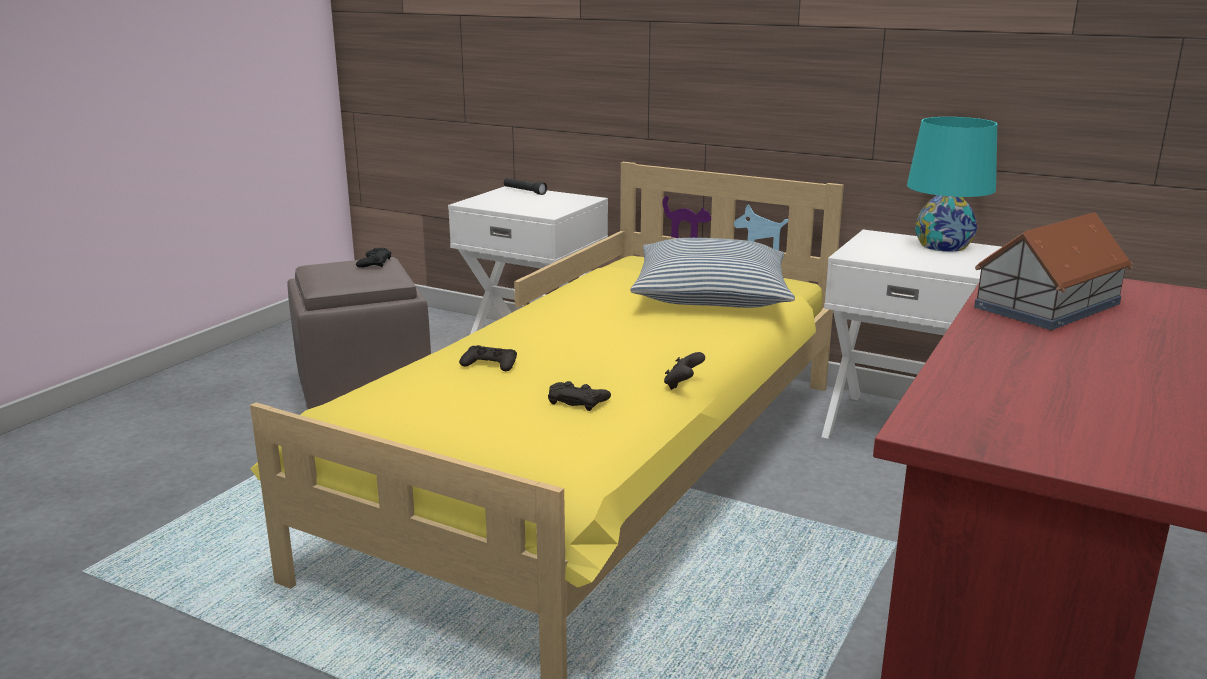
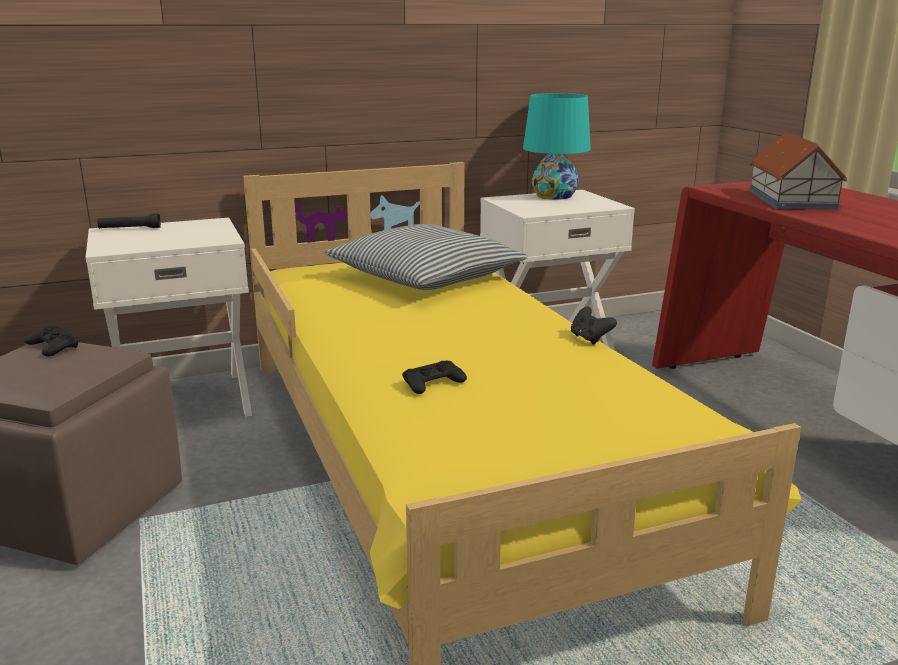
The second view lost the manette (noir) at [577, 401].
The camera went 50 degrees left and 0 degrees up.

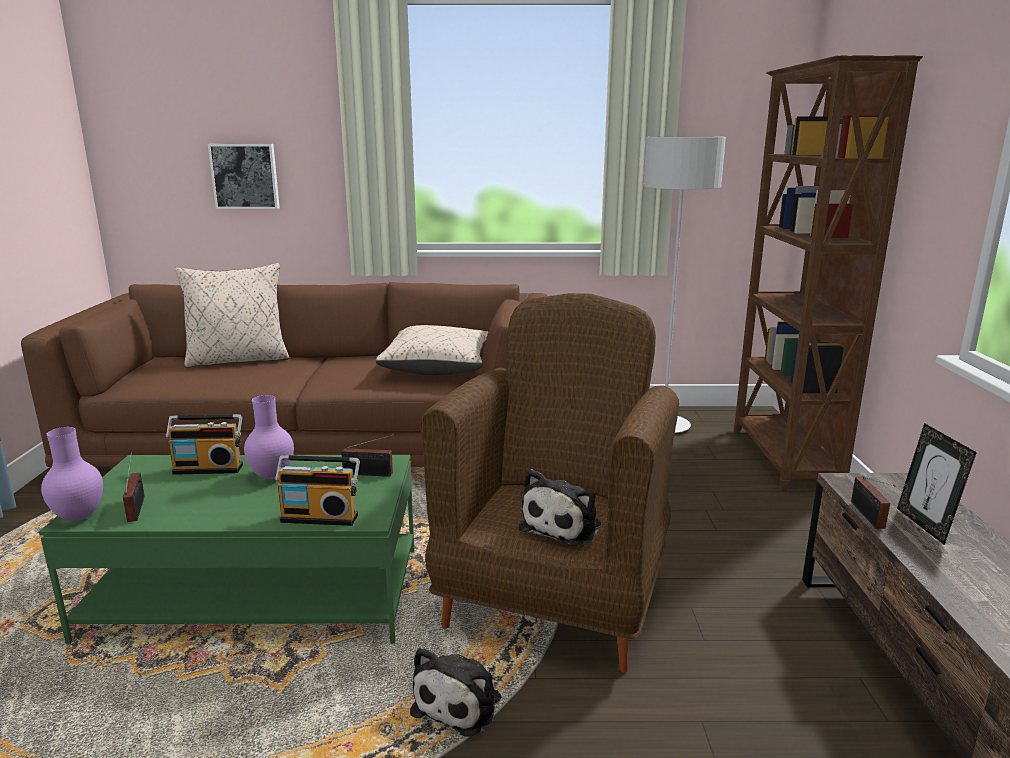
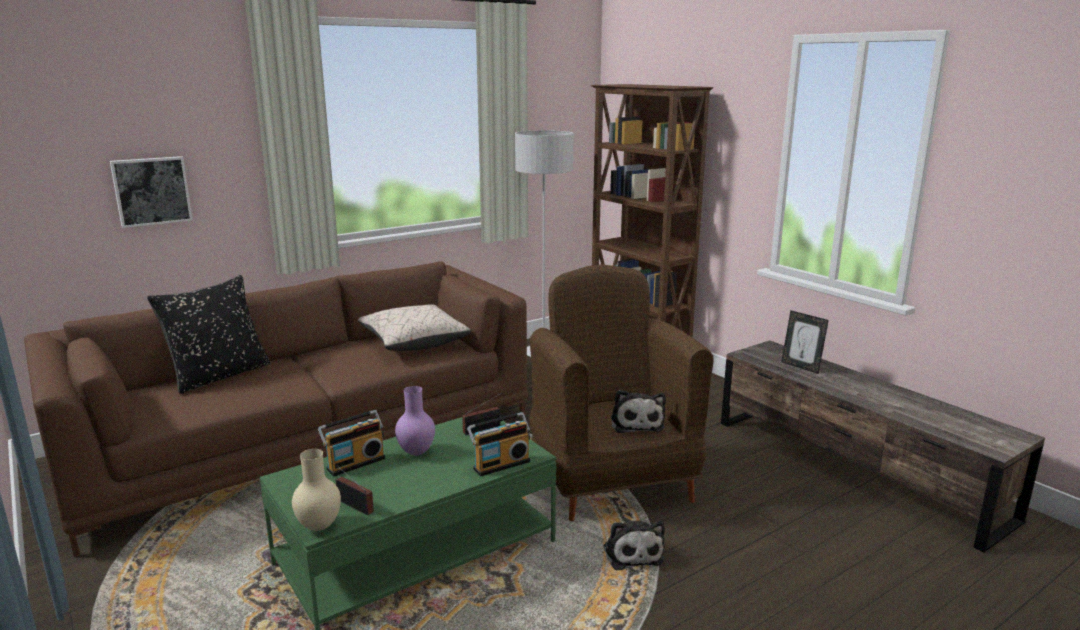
What was the coussin (beige) at [238, 360] turned into the coussin (noir) at [219, 375].
What was the vase (violet) at [78, 516] turned into the vase (beige) at [318, 526].
The second view lost the radio at [868, 516].
The camera went 35 degrees left and 0 degrees up.

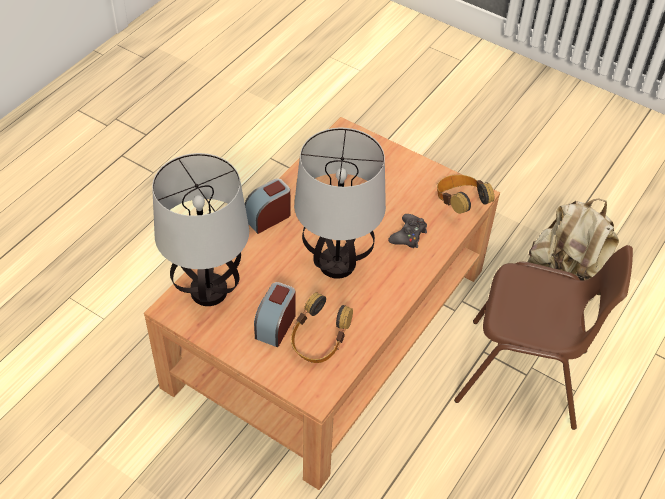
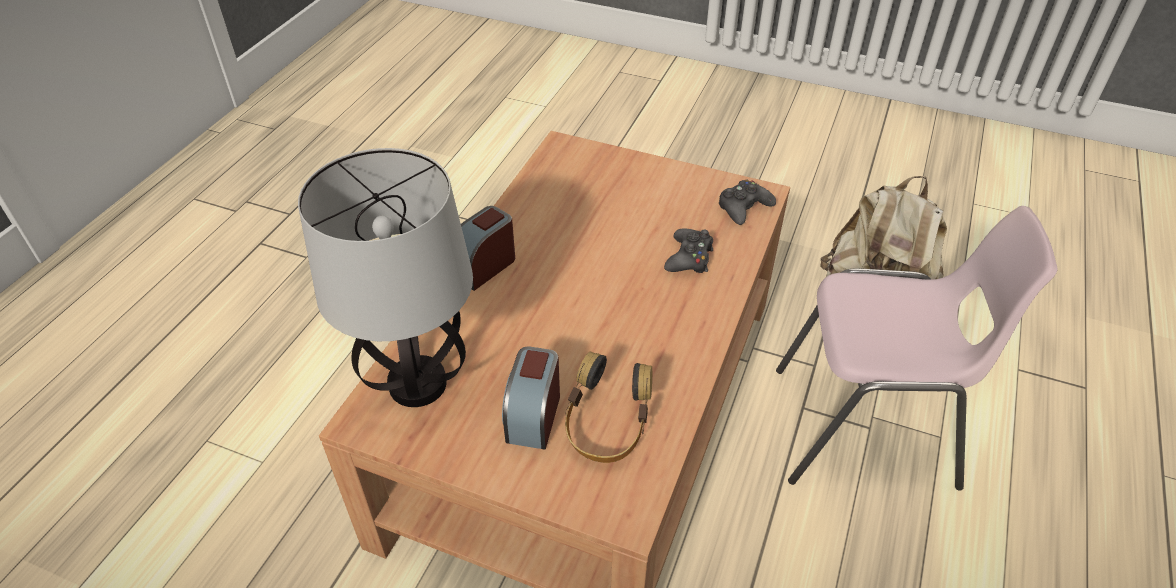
Where the casque audio stood at [460, 203], the manette (noir) came to stand at [743, 208].
What was the chaise (marron) at [523, 376] turned into the chaise (rose) at [866, 430].
The second view lost the lampe de table at [336, 265].
The camera went 10 degrees left and 5 degrees down.

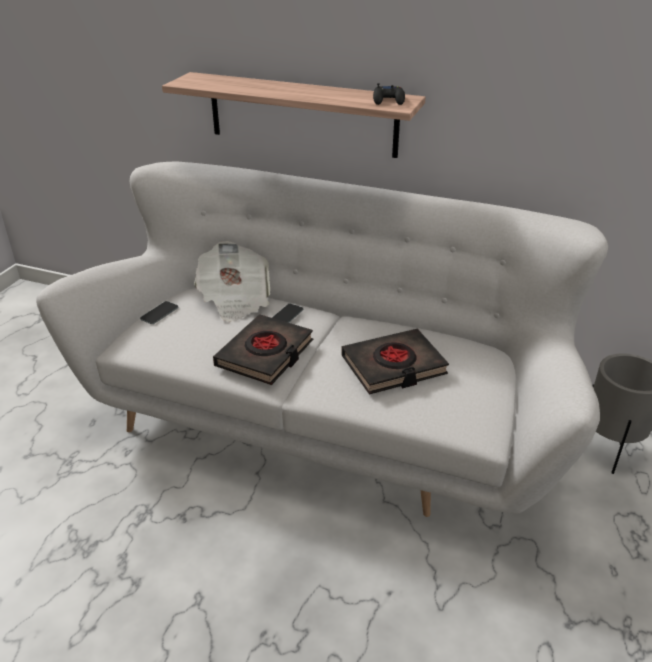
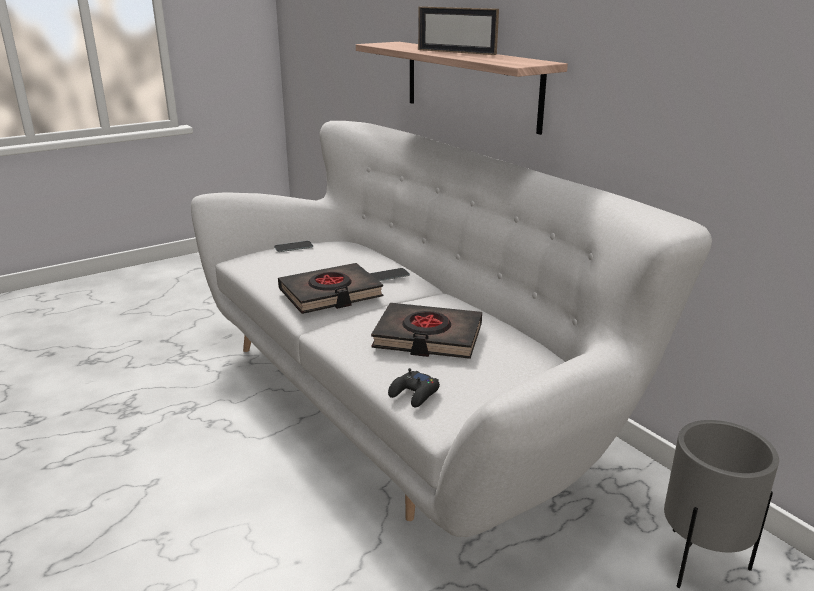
The manette (noir) ended up elsewhere, having gone from [388, 100] to [414, 394].
The second view gained the cadre photo at [456, 52].
The second view lost the journal at [234, 299].
The camera went 35 degrees right and 10 degrees down.

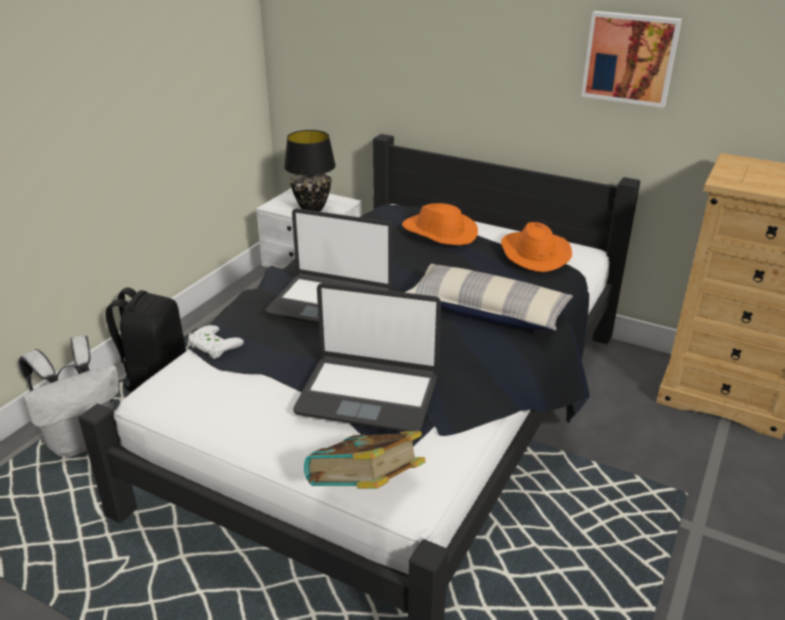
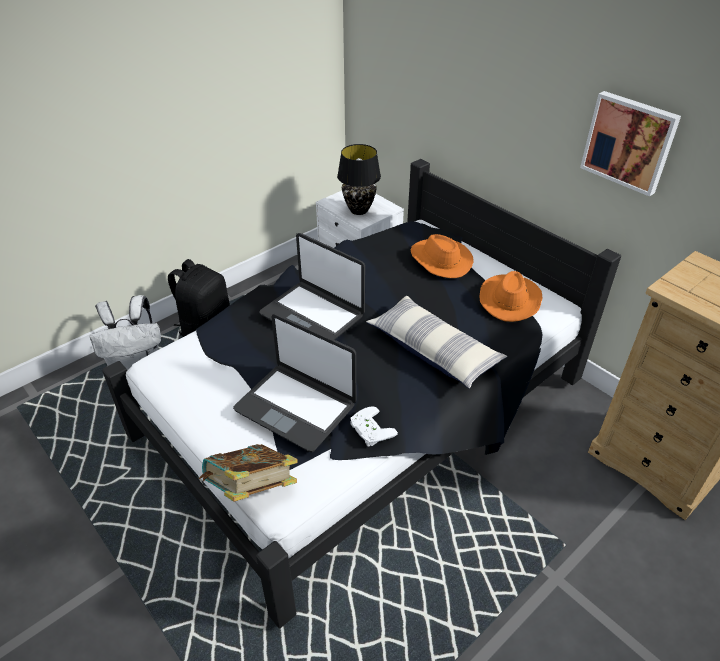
The manette (blanc) ended up elsewhere, having gone from [212, 346] to [369, 430].
The camera went 20 degrees right and 10 degrees up.

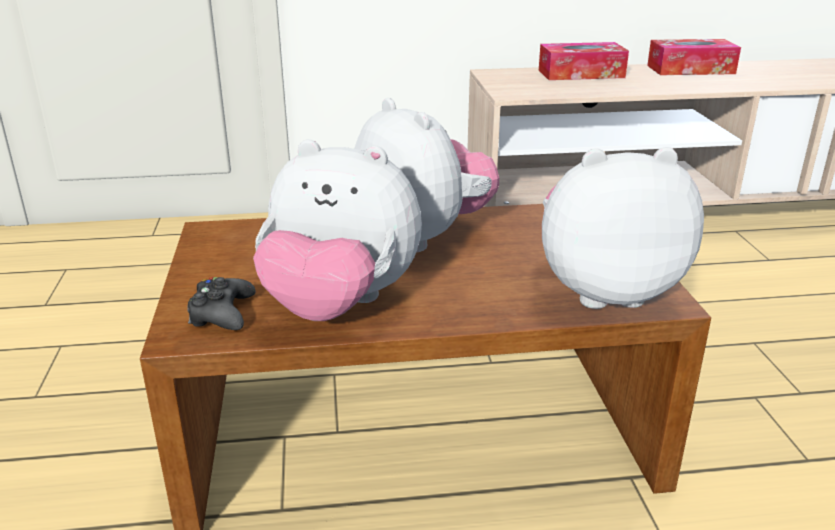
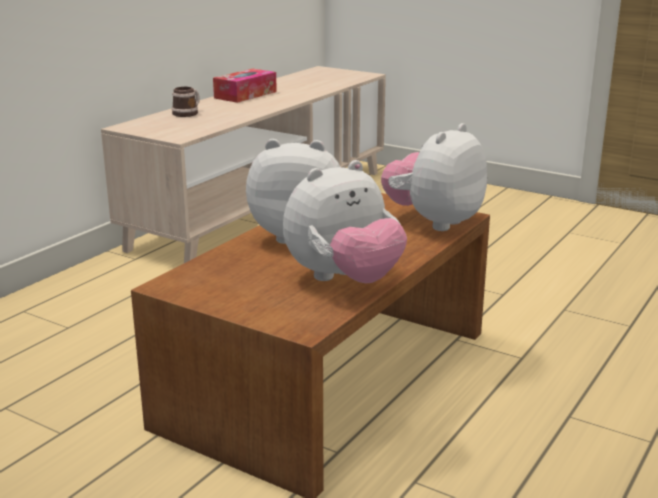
Where the boîte à mouchoirs stood at [581, 74], the mug came to stand at [188, 113].
The second view lost the manette (noir) at [222, 313].
The camera went 50 degrees left and 5 degrees down.

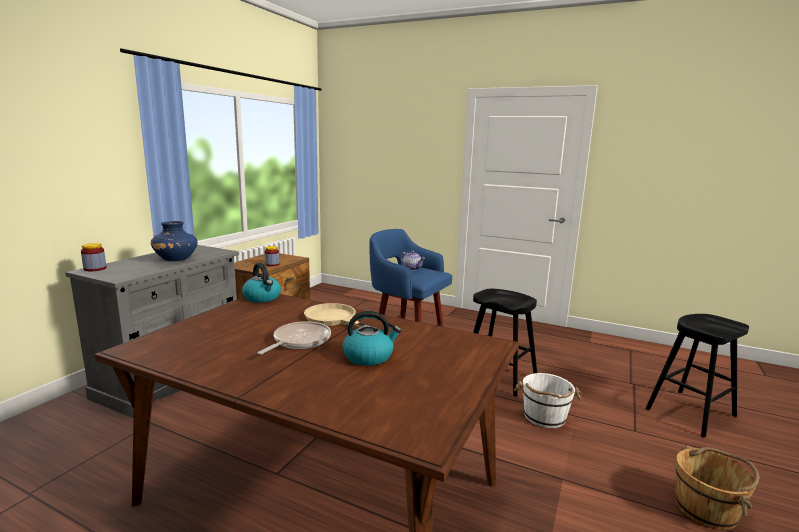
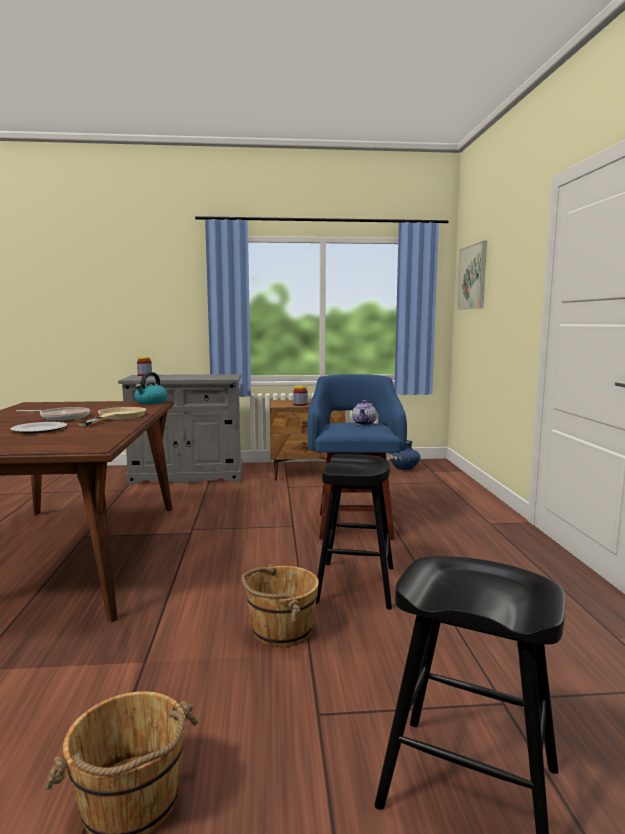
Where the bouilloire stood at [369, 356], the assiette came to stand at [40, 429].
What was the seau (blanc) at [544, 417] turned into the seau (marron) at [280, 630].
The vase (bleu) ended up elsewhere, having gone from [176, 260] to [404, 469].
The second view gained the tableau at [472, 277].
The camera went 60 degrees right and 5 degrees down.

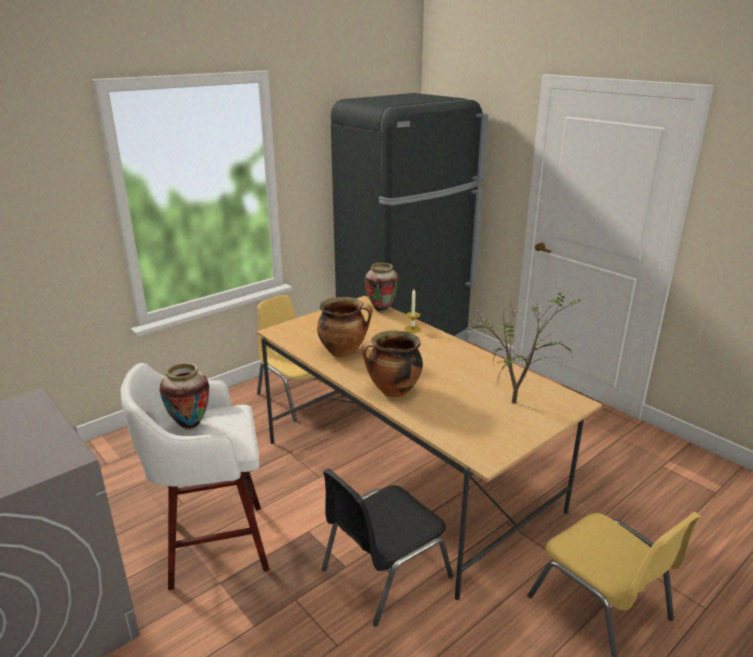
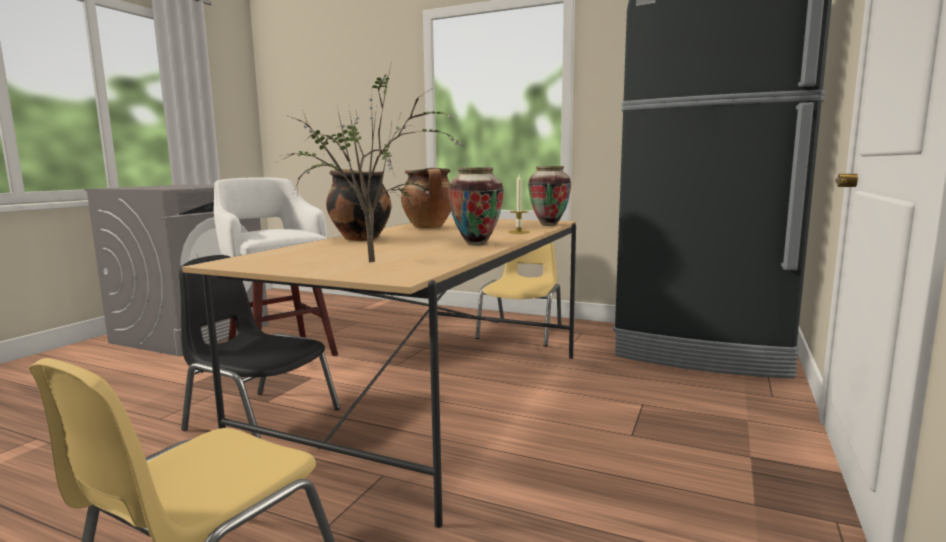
The vase ended up elsewhere, having gone from [190, 425] to [476, 244].
The camera went 65 degrees right and 15 degrees down.

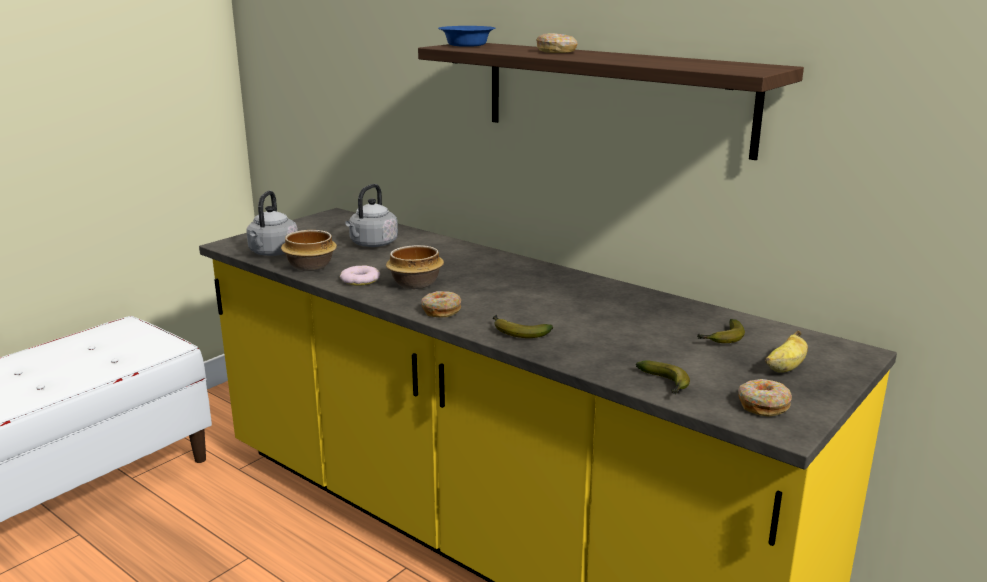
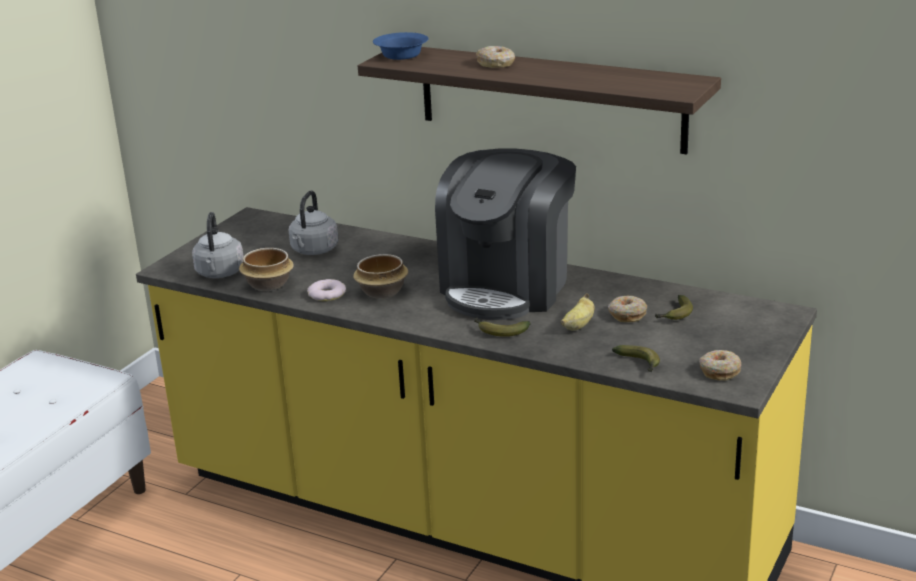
The second view gained the machine à café at [507, 286].
The banane ended up elsewhere, having gone from [785, 368] to [578, 325].
The beignet ended up elsewhere, having gone from [441, 310] to [626, 315].
The camera went 10 degrees left and 5 degrees up.

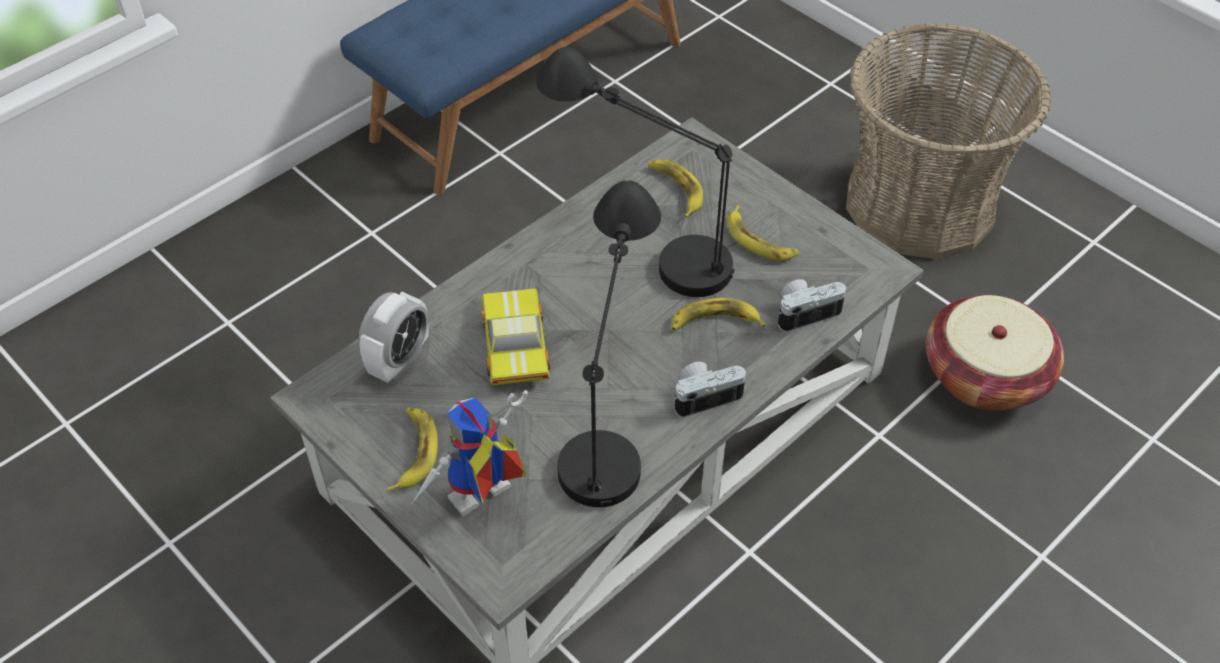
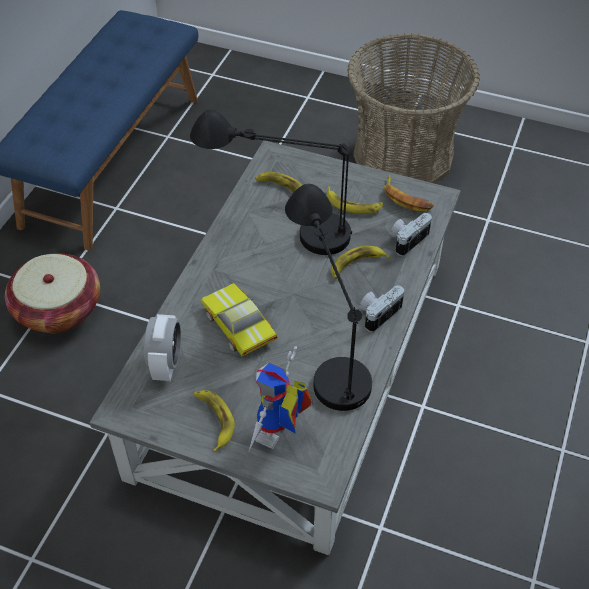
The panier ended up elsewhere, having gone from [985, 376] to [58, 309].
The second view gained the banane at [406, 198].
The camera went 25 degrees left and 0 degrees up.

